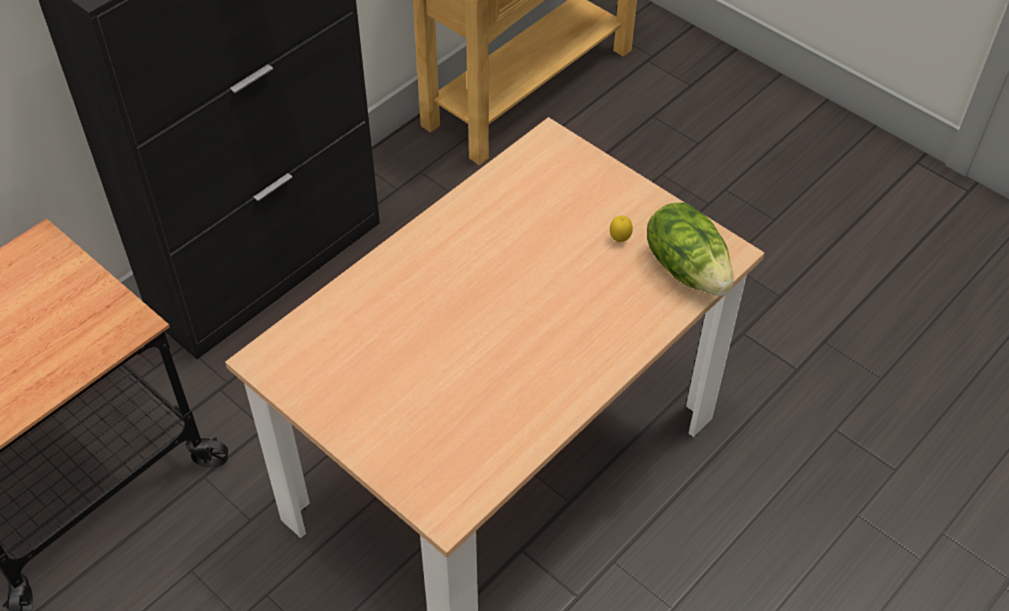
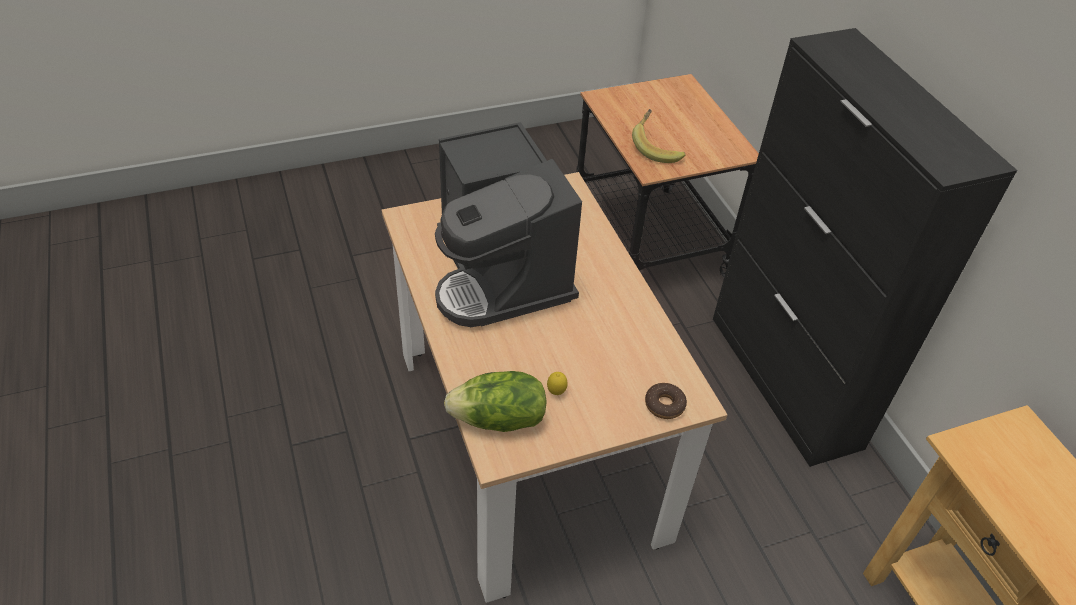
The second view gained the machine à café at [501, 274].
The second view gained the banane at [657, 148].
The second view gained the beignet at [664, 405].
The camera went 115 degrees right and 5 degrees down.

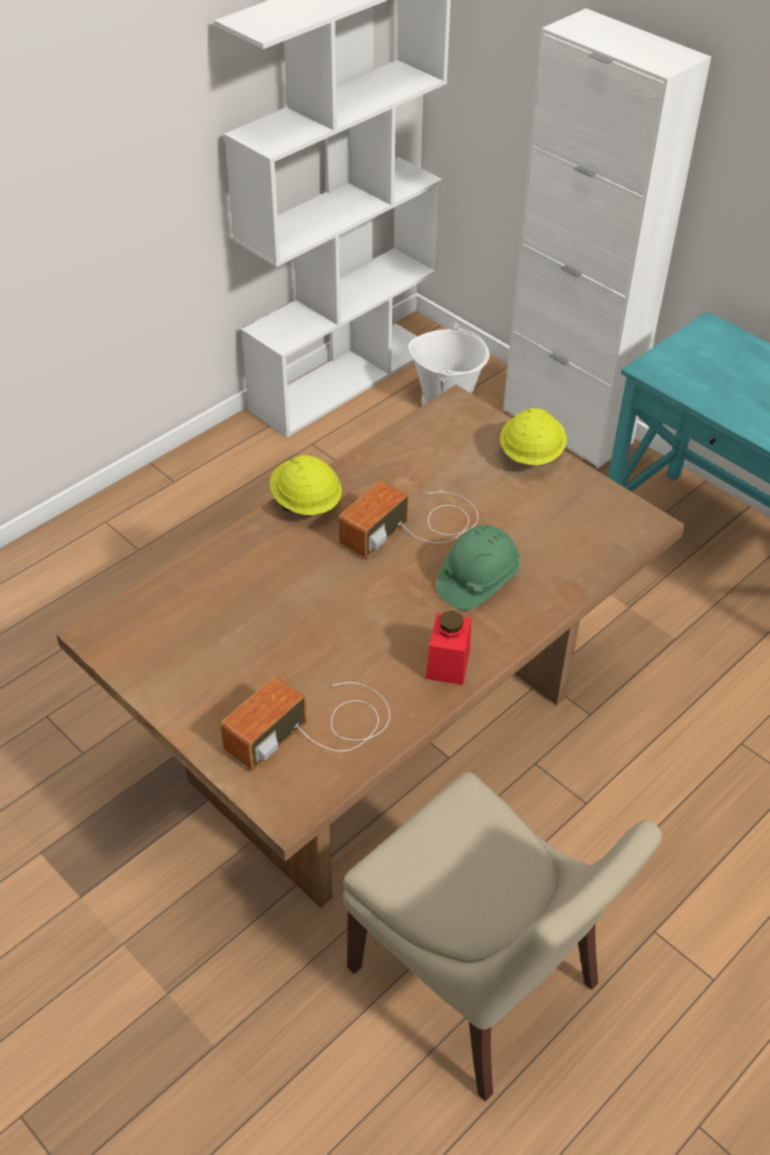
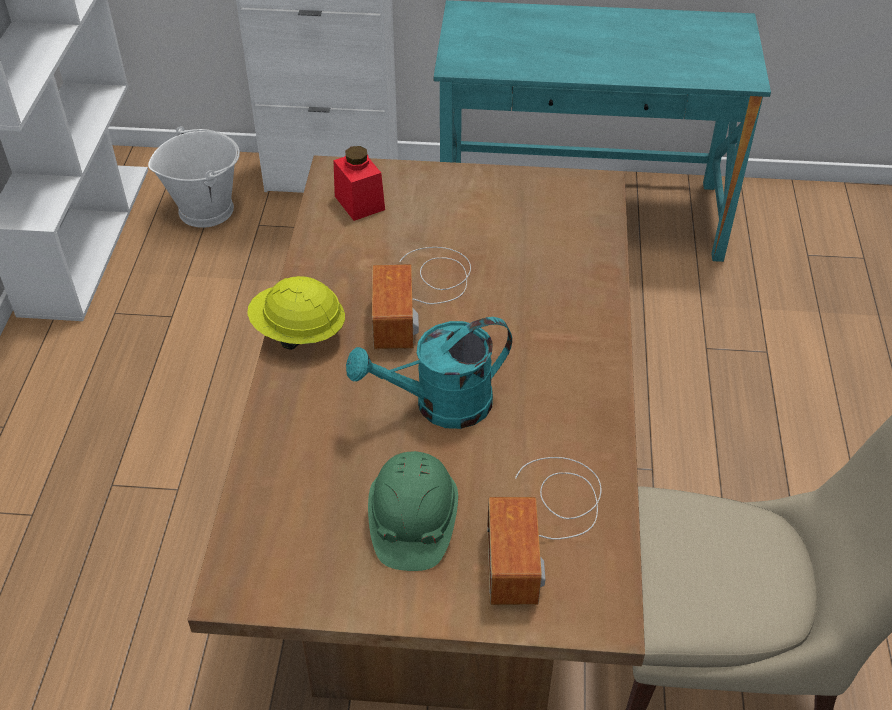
The bocal (rouge) ended up elsewhere, having gone from [448, 663] to [359, 203].
The second view gained the arrosoir (turquoise) at [440, 405].
The casque de chantier (vert) ended up elsewhere, having gone from [477, 580] to [412, 522].
The second view lost the casque de chantier (jaune) at [530, 454].
The camera went 40 degrees left and 0 degrees up.

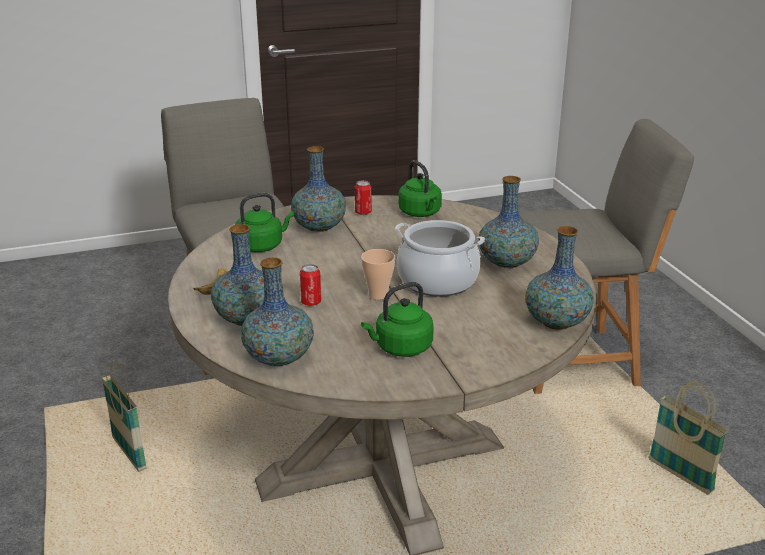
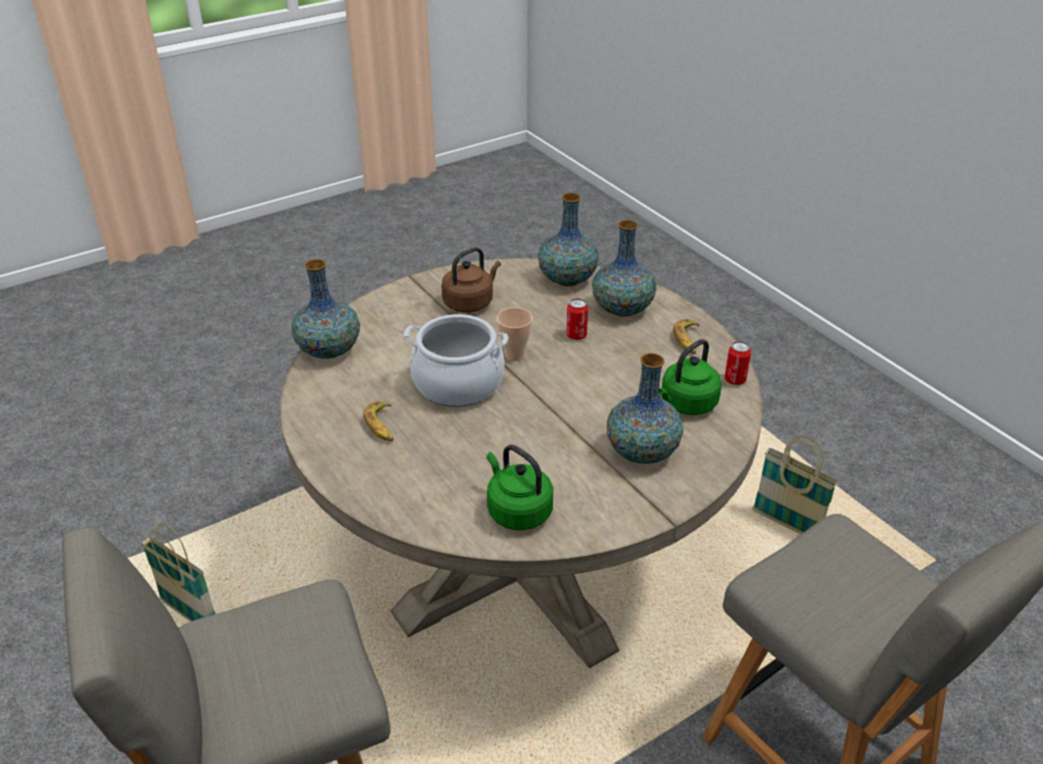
Where the vase stood at [507, 262], the banane came to stand at [382, 426].
What was the bouilloire (vert) at [400, 348] turned into the bouilloire (marron) at [470, 302].
The boîte métallique ended up elsewhere, having gone from [363, 212] to [735, 380].
The camera went 165 degrees right and 10 degrees up.

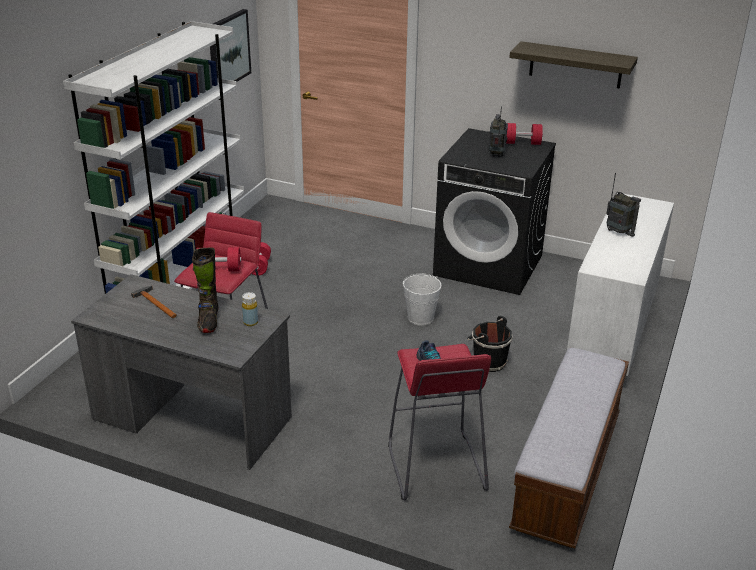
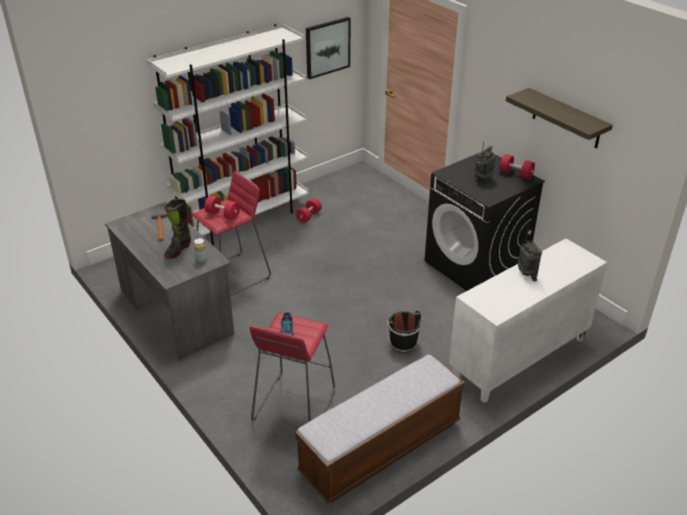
The second view lost the seau (blanc) at [421, 318].
The camera went 30 degrees right and 5 degrees up.

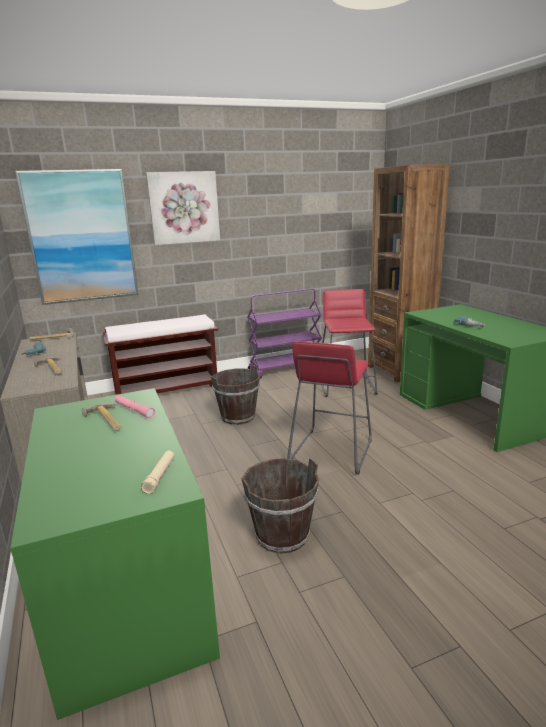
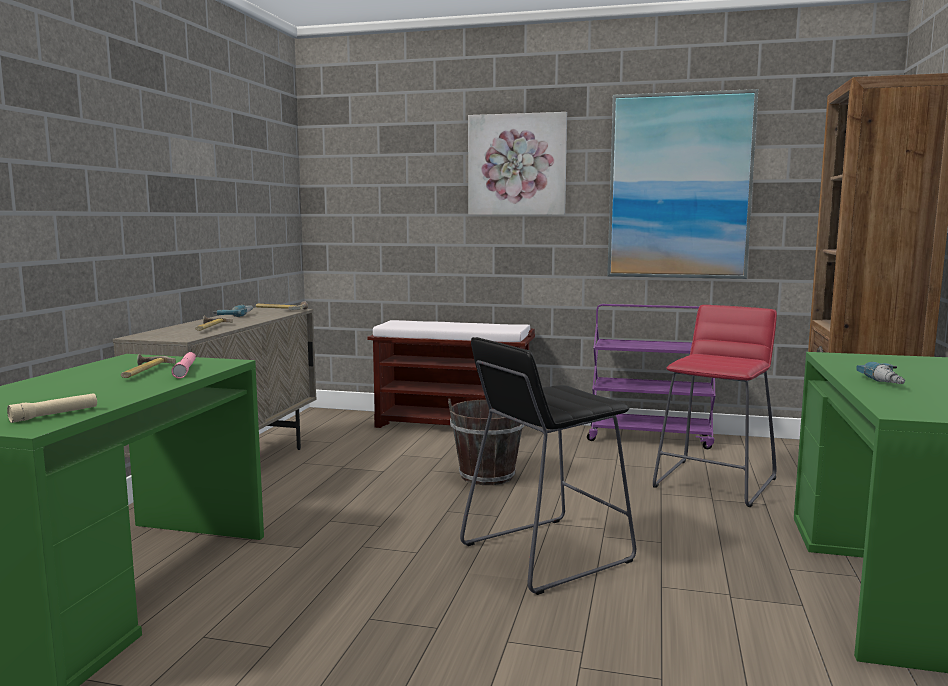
What was the tabouret (rouge) at [331, 451] turned into the tabouret (noir) at [546, 553].
The tableau ended up elsewhere, having gone from [81, 237] to [679, 186].
The second view lost the seau (marron) at [282, 535].
The camera went 35 degrees right and 10 degrees down.

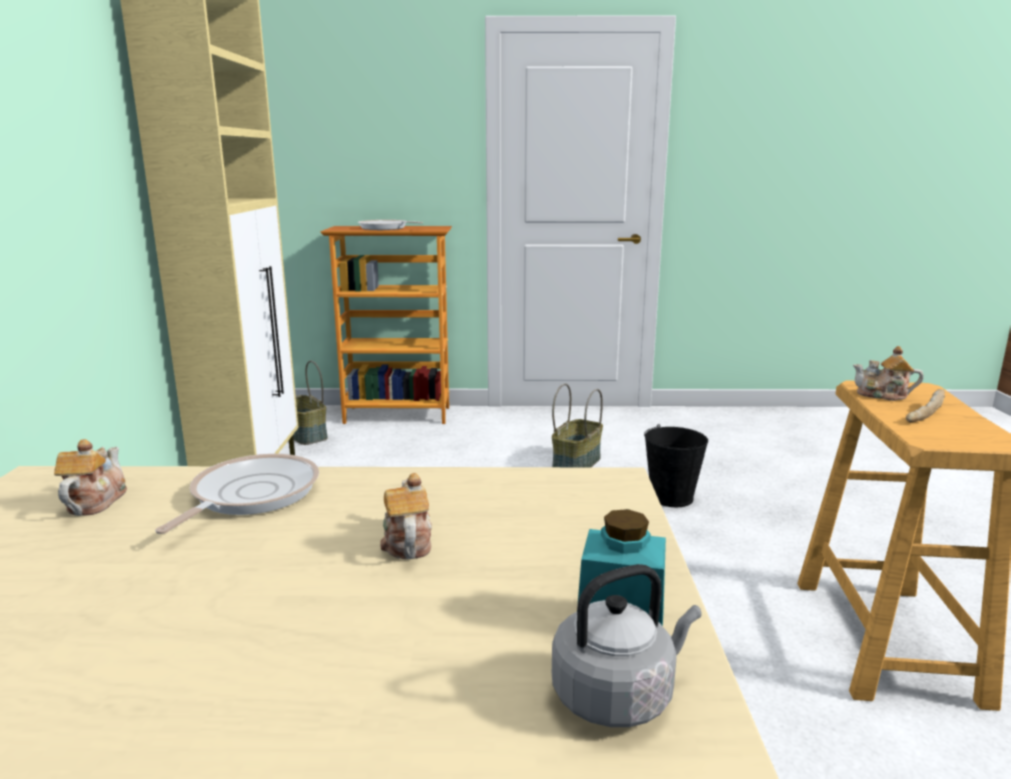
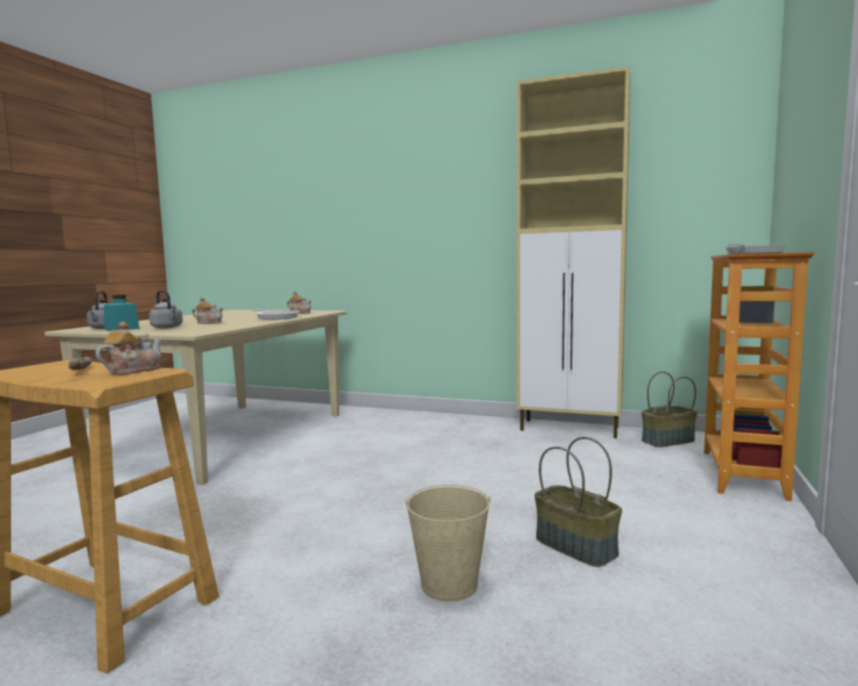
The second view gained the bouilloire (gris) at [167, 327].
What was the seau (noir) at [671, 497] turned into the seau (beige) at [449, 585].
The camera went 110 degrees right and 10 degrees down.

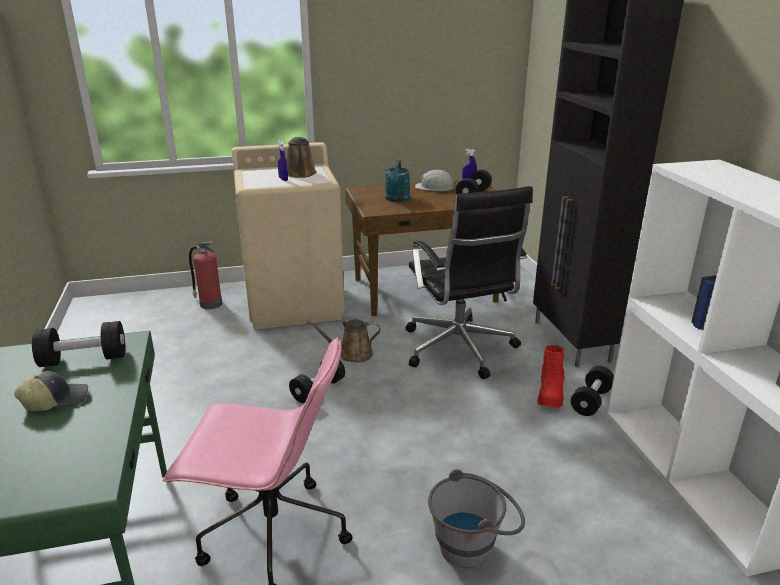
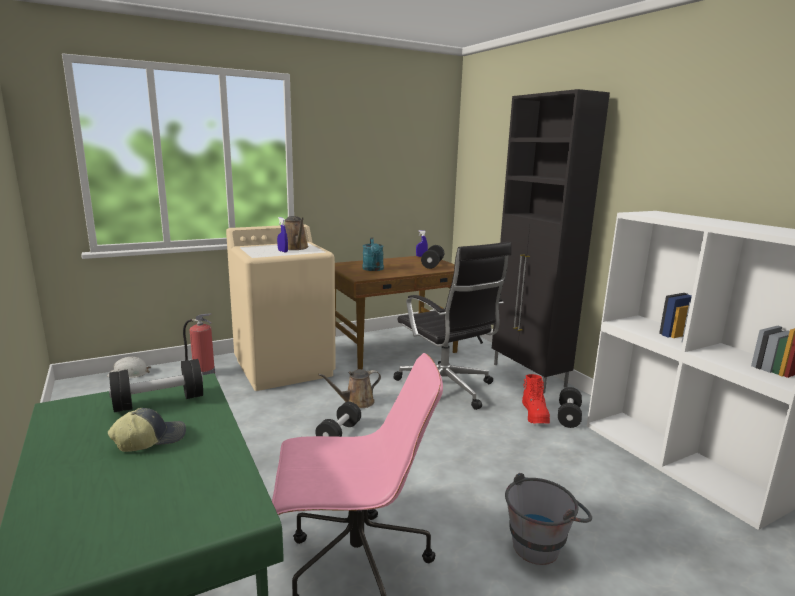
The casque de chantier (blanc) ended up elsewhere, having gone from [435, 187] to [129, 373].
The camera went 15 degrees left and 10 degrees down.

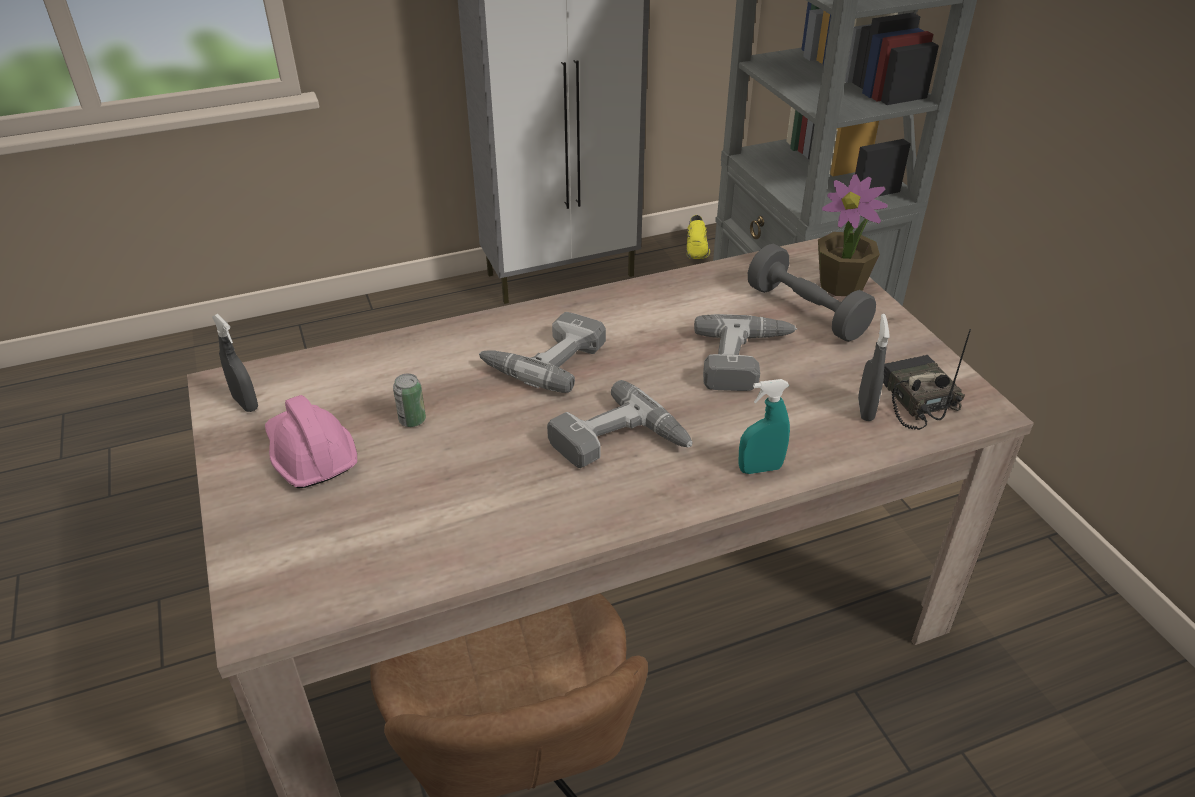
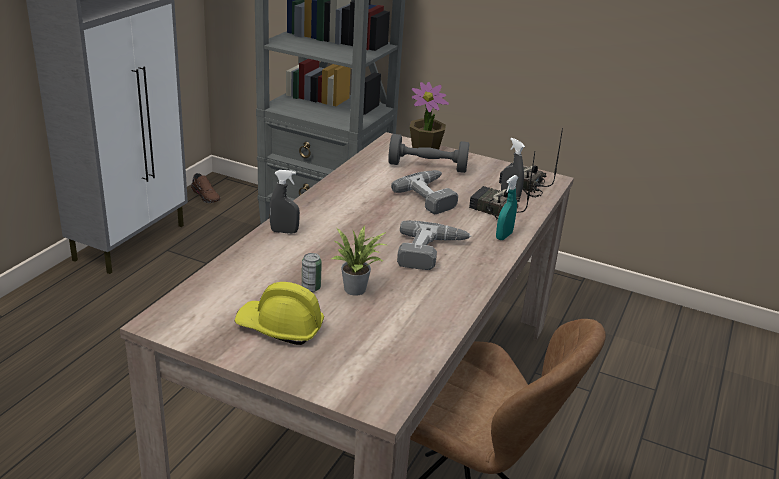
What was the chaussure (jaune) at [697, 247] turned into the chaussure (marron) at [206, 196].
What was the casque de chantier (rose) at [310, 454] turned into the casque de chantier (jaune) at [280, 327].
The vaporisateur (gris) ended up elsewhere, having gone from [245, 403] to [284, 231].
The second view gained the plante en pot at [358, 289].
The second view gained the radio at [493, 210].
The second view lost the perceuse at [544, 359].
The camera went 45 degrees left and 10 degrees down.

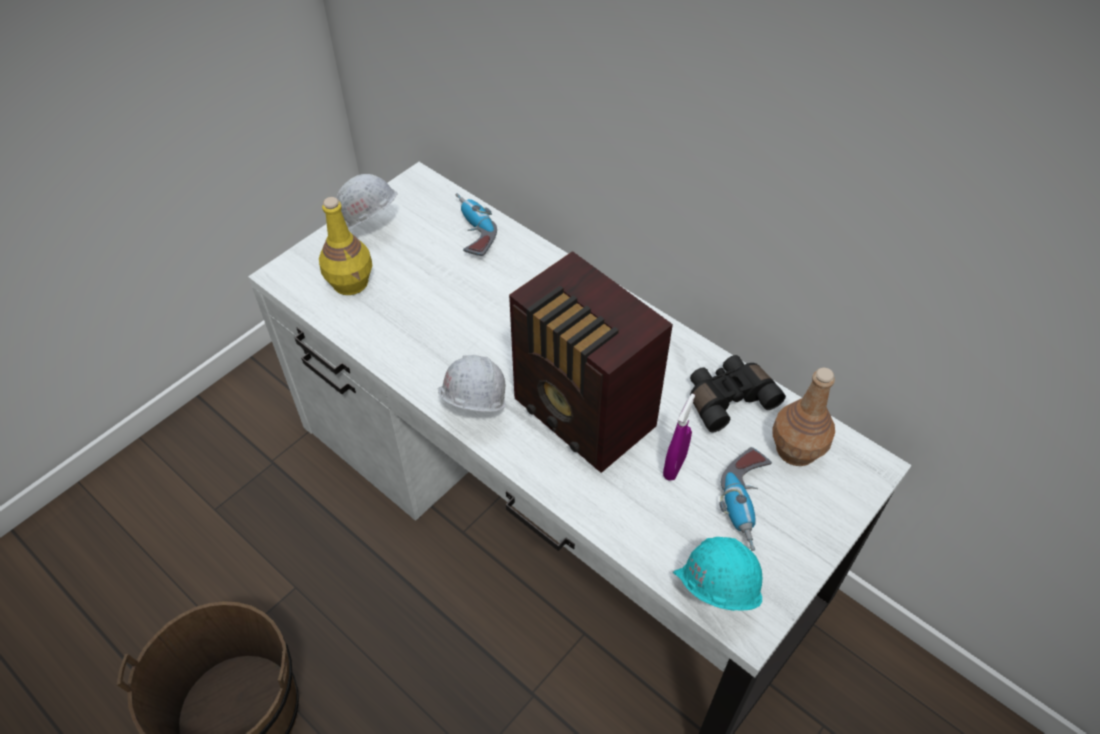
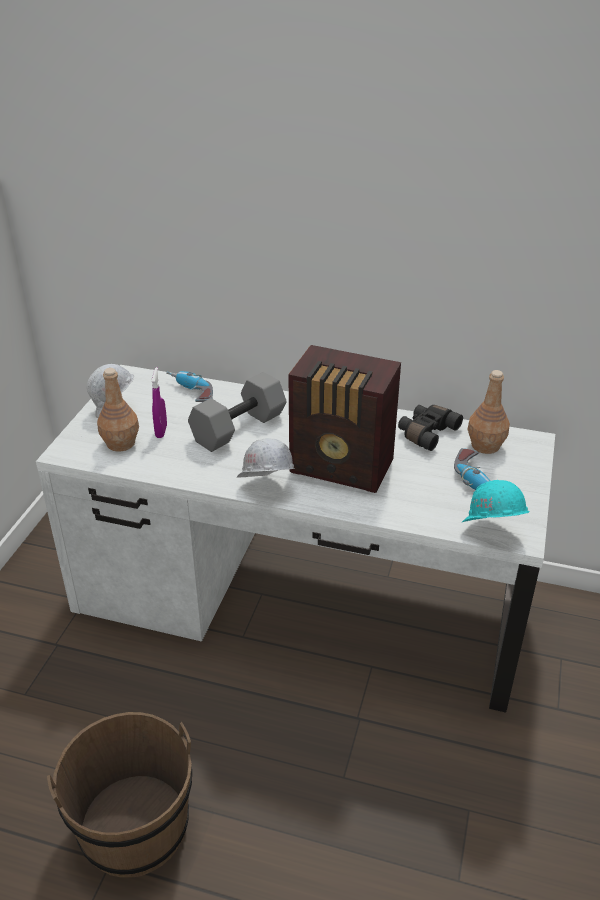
What was the bouteille (jaune) at [351, 282] turned into the bouteille (marron) at [121, 443].
The vaporisateur (violet) ended up elsewhere, having gone from [674, 466] to [161, 431].
The second view gained the haltère (gris) at [239, 429].
The camera went 25 degrees left and 15 degrees down.

